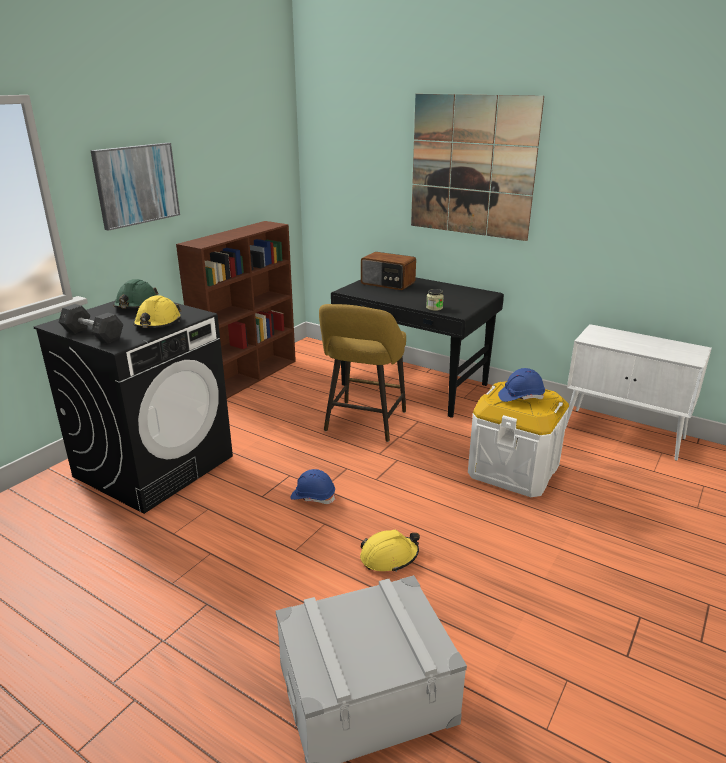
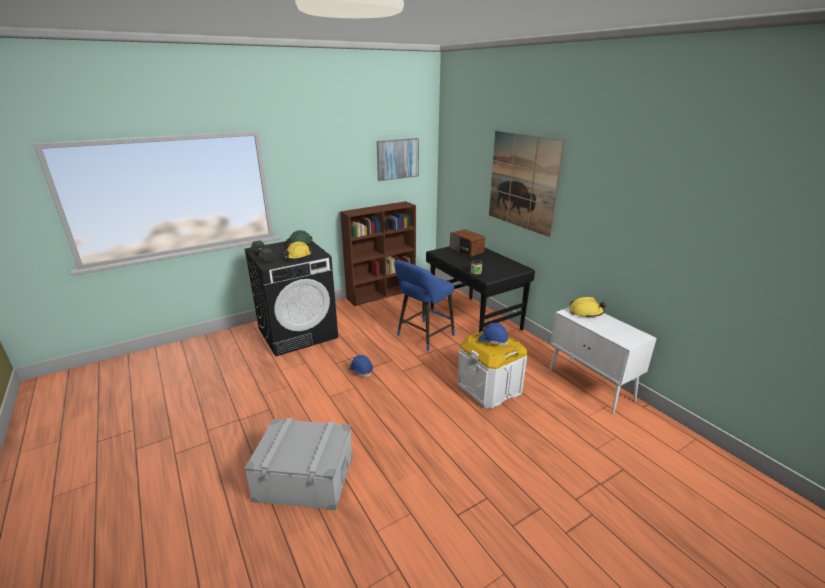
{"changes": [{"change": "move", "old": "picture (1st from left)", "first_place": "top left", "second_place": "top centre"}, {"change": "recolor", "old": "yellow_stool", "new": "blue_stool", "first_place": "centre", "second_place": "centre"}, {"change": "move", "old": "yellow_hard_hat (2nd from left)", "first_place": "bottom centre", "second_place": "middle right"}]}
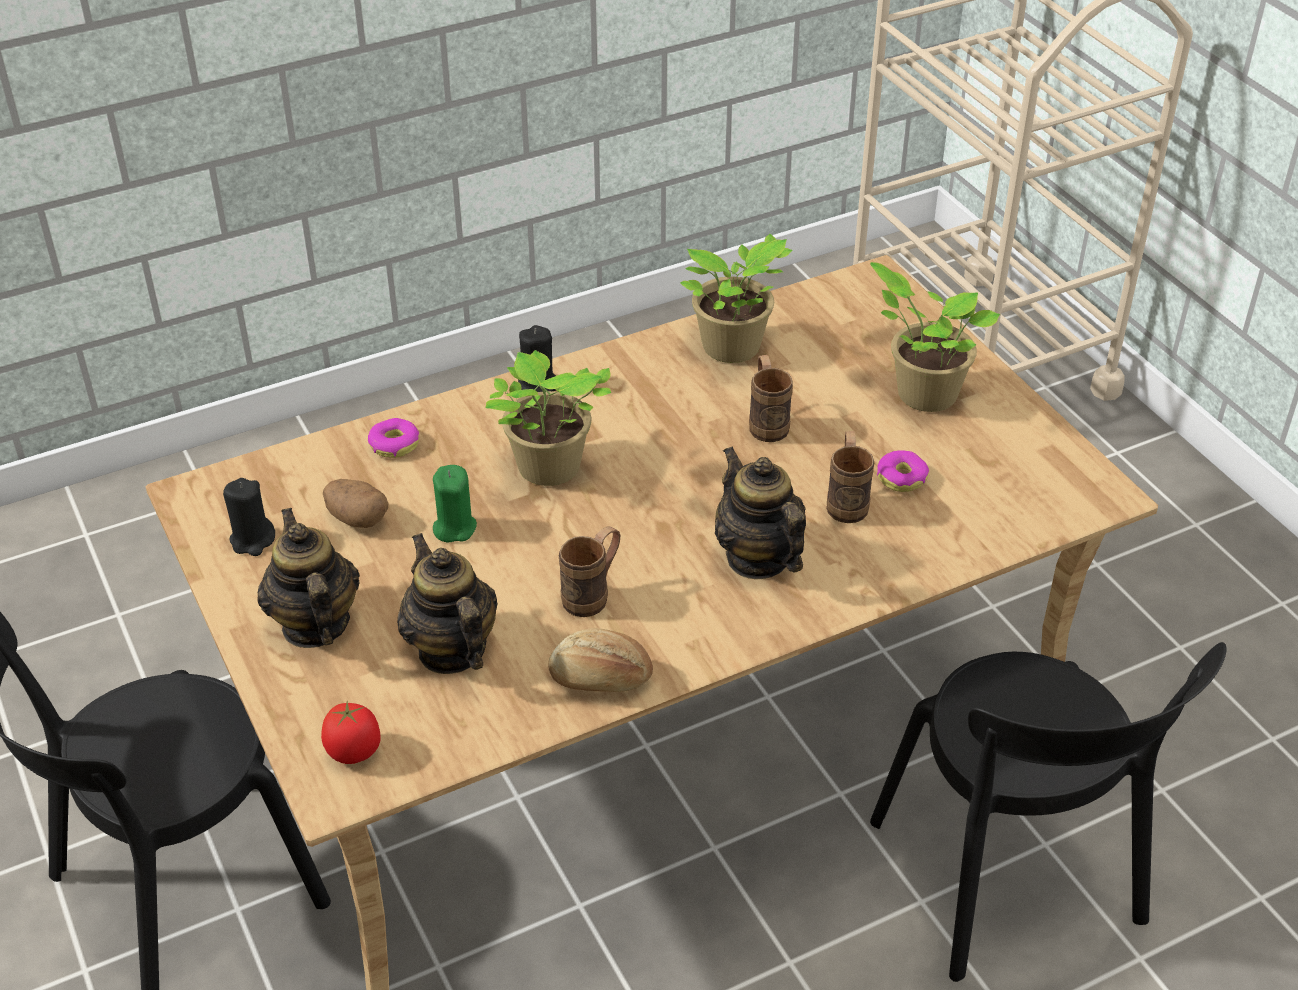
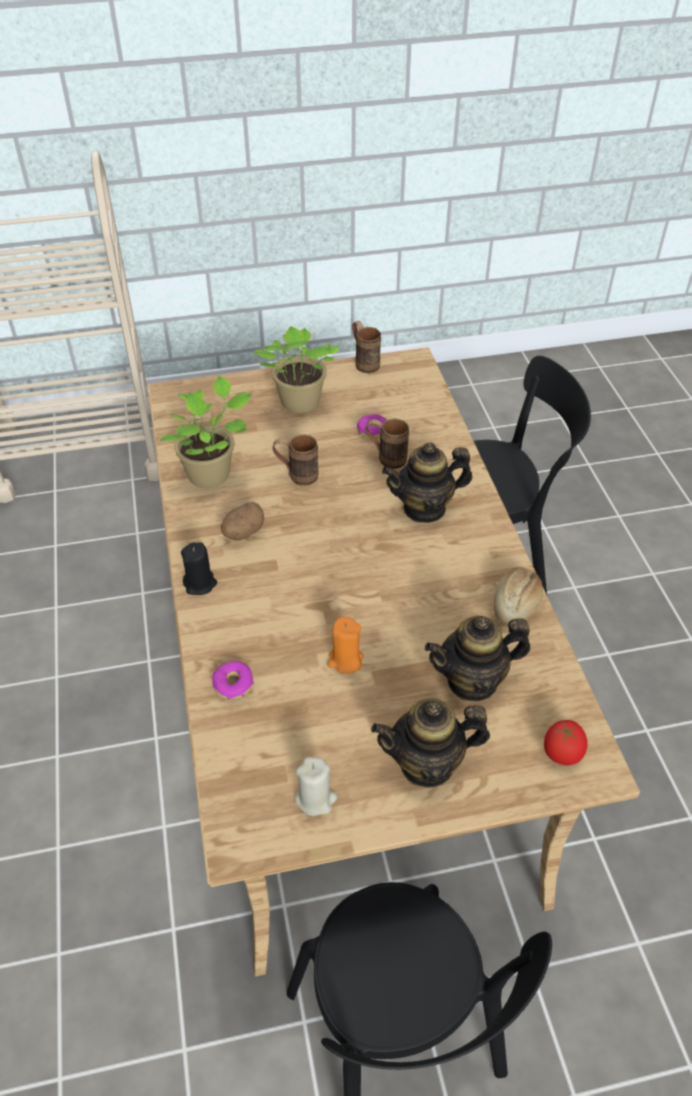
{"changes": [{"change": "delete", "old": "potted_plant (1st from left)", "first_place": "centre"}, {"change": "recolor", "old": "green_candle", "new": "orange_candle", "first_place": "centre", "second_place": "centre"}, {"change": "recolor", "old": "black_candle (1st from left)", "new": "beige_candle", "first_place": "middle left", "second_place": "bottom centre"}, {"change": "move", "old": "potato", "first_place": "middle left", "second_place": "centre"}, {"change": "move", "old": "brown_mug (1st from left in the first image)", "new": "brown_mug (2nd from left)", "first_place": "centre", "second_place": "top centre"}]}
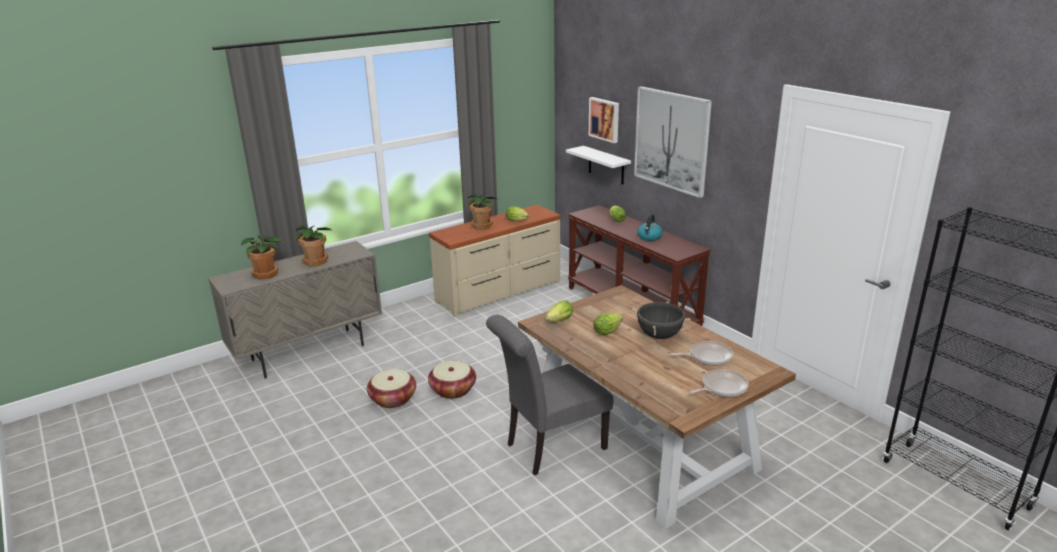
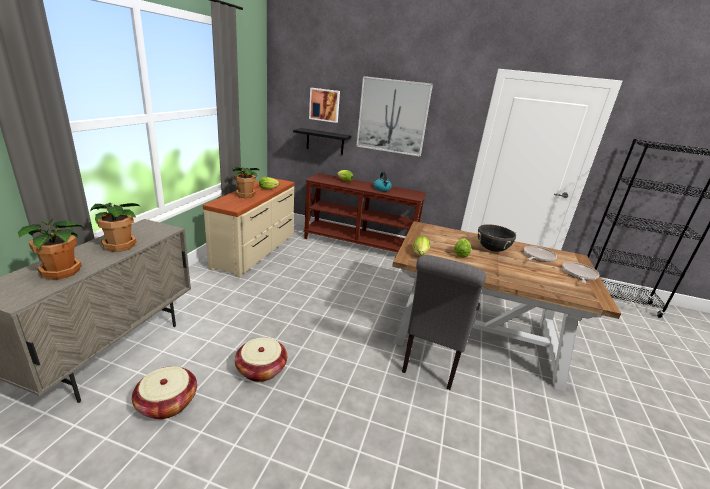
{"changes": [{"change": "recolor", "old": "white_shelf", "new": "black_shelf", "first_place": "top centre", "second_place": "top centre"}, {"change": "move", "old": "basket (2nd from left in the first image)", "new": "basket (1st from left)", "first_place": "bottom centre", "second_place": "bottom left"}]}
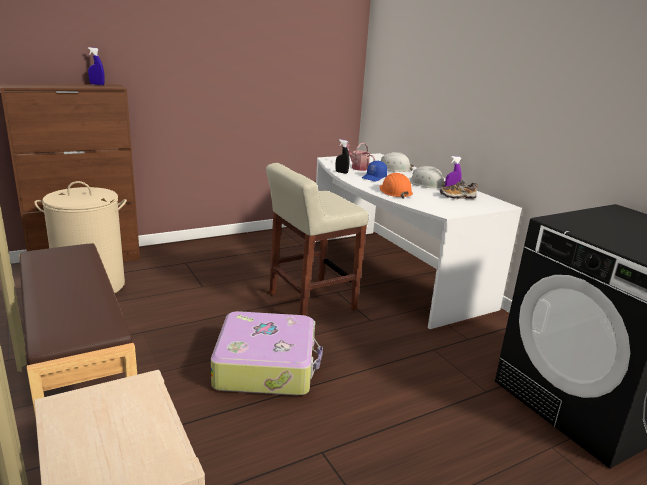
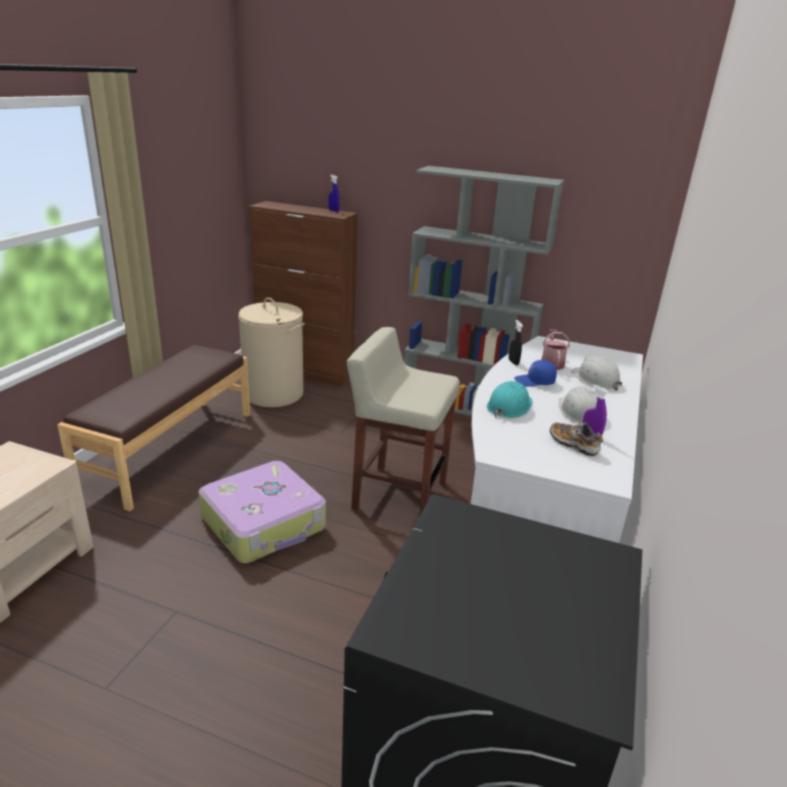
{"changes": [{"change": "recolor", "old": "orange_hard_hat", "new": "turquoise_hard_hat", "first_place": "centre", "second_place": "centre"}, {"change": "insert", "new": "grey_bookcase", "second_place": "centre"}]}
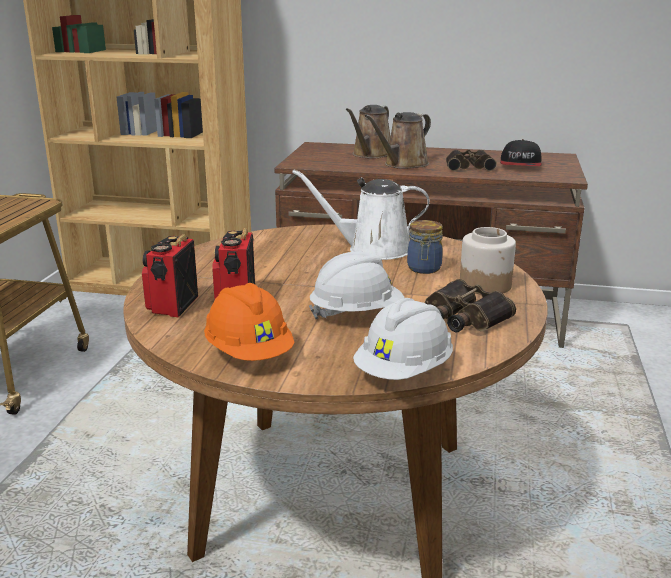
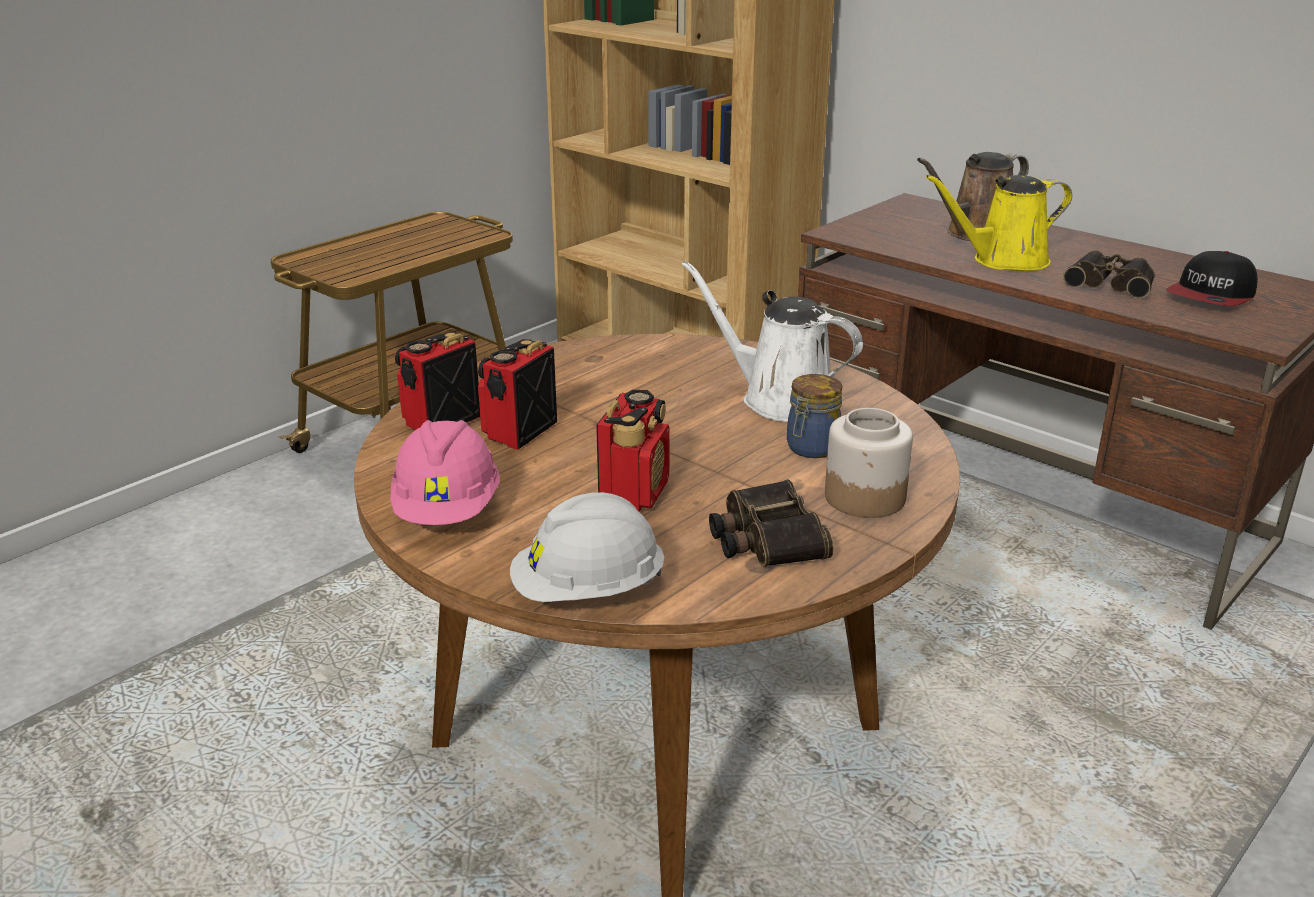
{"changes": [{"change": "recolor", "old": "brown_watering_can (2nd from left)", "new": "yellow_watering_can", "first_place": "top centre", "second_place": "top right"}, {"change": "replace", "old": "white_hard_hat (1st from left)", "new": "radio (3rd from left)", "first_place": "centre", "second_place": "centre"}, {"change": "recolor", "old": "orange_hard_hat", "new": "pink_hard_hat", "first_place": "centre", "second_place": "centre"}]}
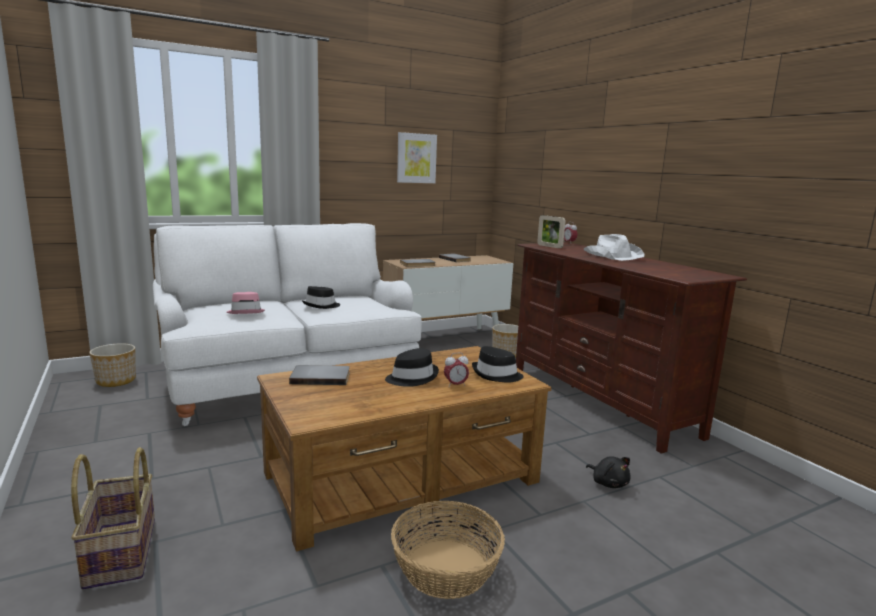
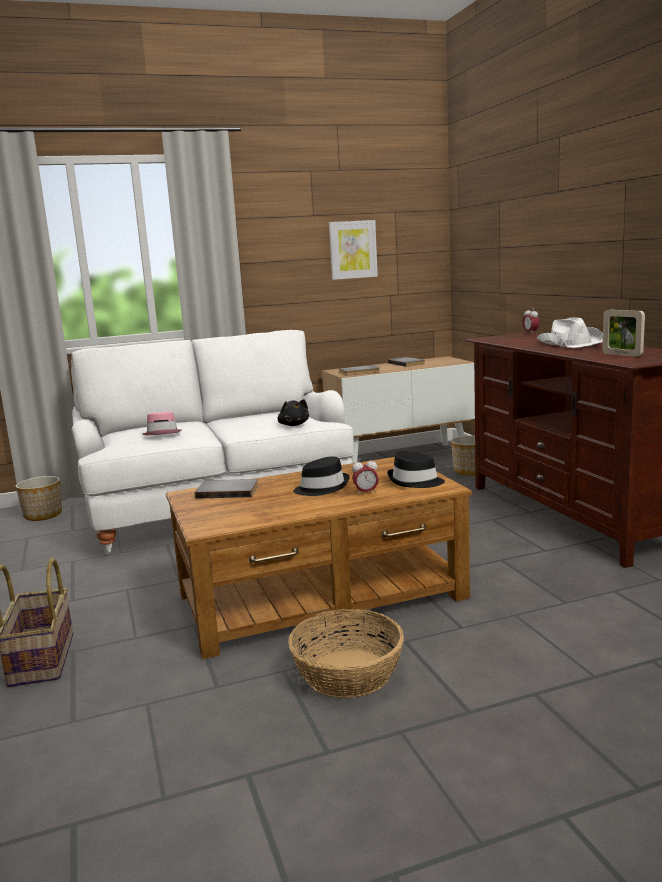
{"changes": [{"change": "move", "old": "picture_frame", "first_place": "centre", "second_place": "middle right"}, {"change": "delete", "old": "black_hat (1st from left)", "first_place": "centre"}, {"change": "move", "old": "black_plush_toy", "first_place": "bottom right", "second_place": "centre"}]}
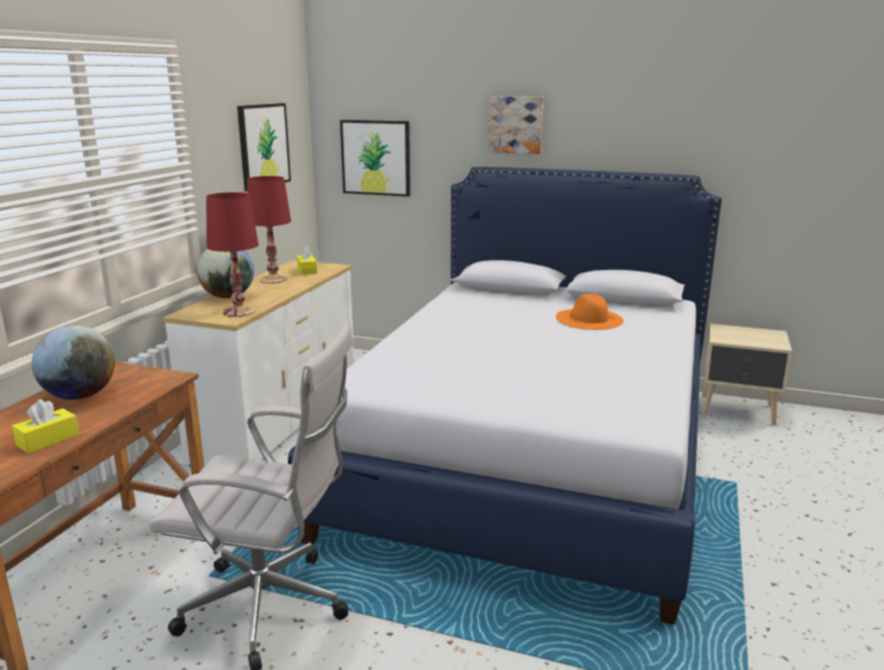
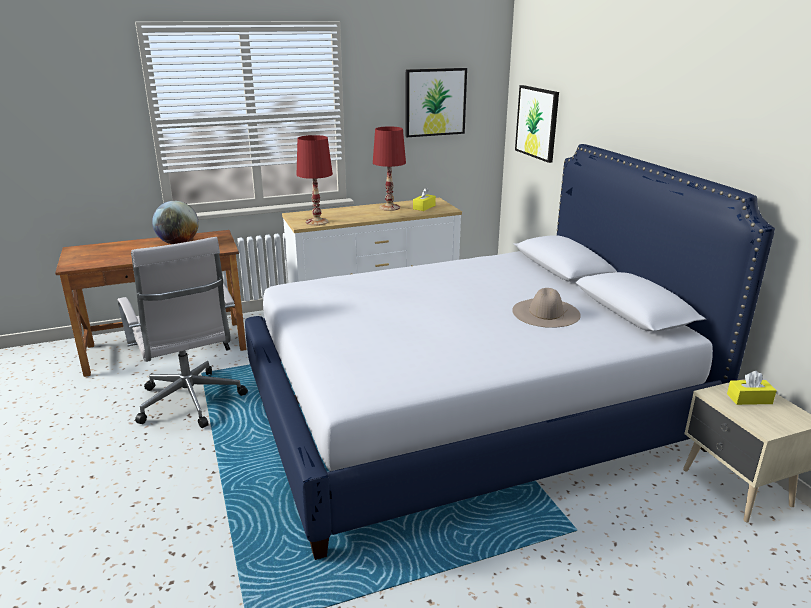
{"changes": [{"change": "delete", "old": "picture (3rd from left)", "first_place": "top centre"}, {"change": "delete", "old": "globe (2nd from left)", "first_place": "middle left"}, {"change": "recolor", "old": "orange_hat", "new": "beige_hat", "first_place": "middle right", "second_place": "middle right"}, {"change": "move", "old": "yellow_tissue_box (1st from left in the first image)", "new": "yellow_tissue_box (2nd from left)", "first_place": "middle left", "second_place": "middle right"}]}
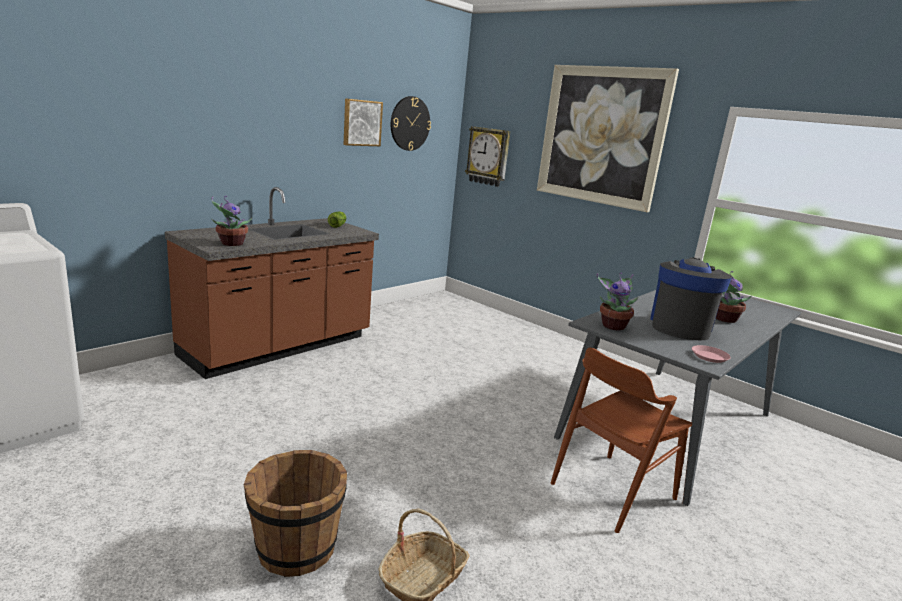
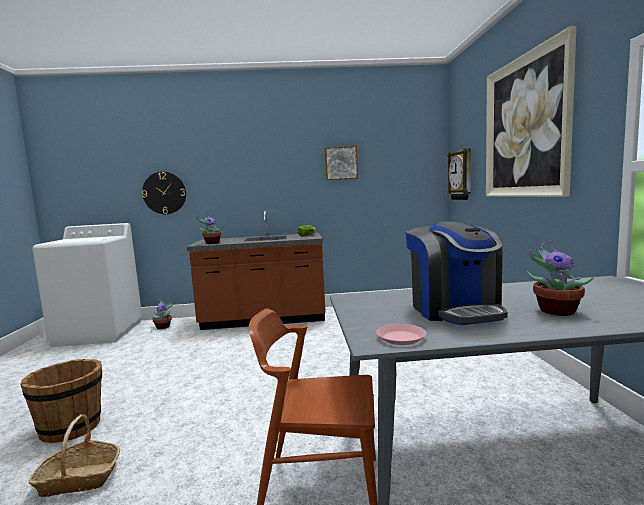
{"changes": [{"change": "move", "old": "wall_clock (1st from left)", "first_place": "top centre", "second_place": "middle left"}, {"change": "rotate", "old": "coffee_machine", "first_place": "middle right", "second_place": "middle right", "degrees": 105}, {"change": "move", "old": "potted_plant (2nd from left in the first image)", "new": "potted_plant (1st from left)", "first_place": "middle right", "second_place": "middle left"}]}
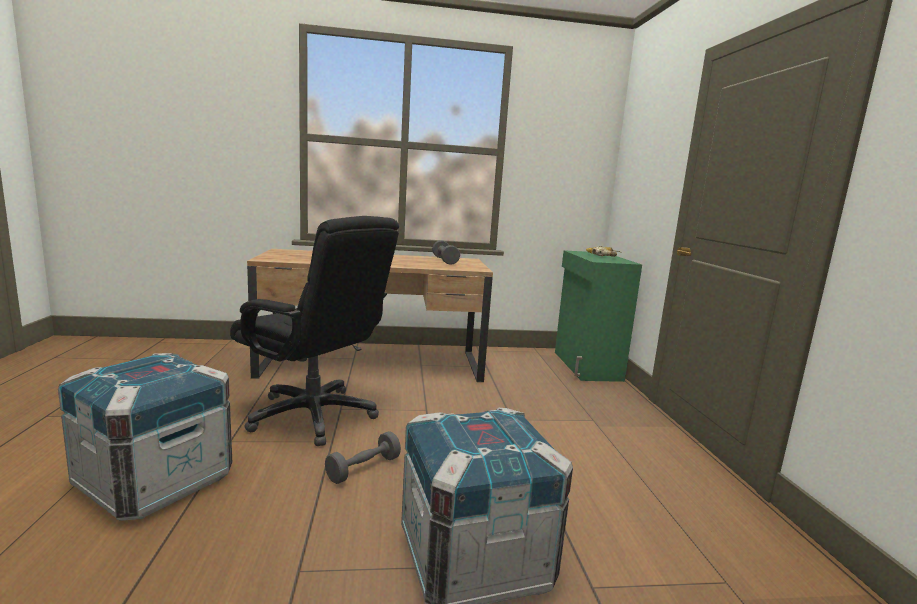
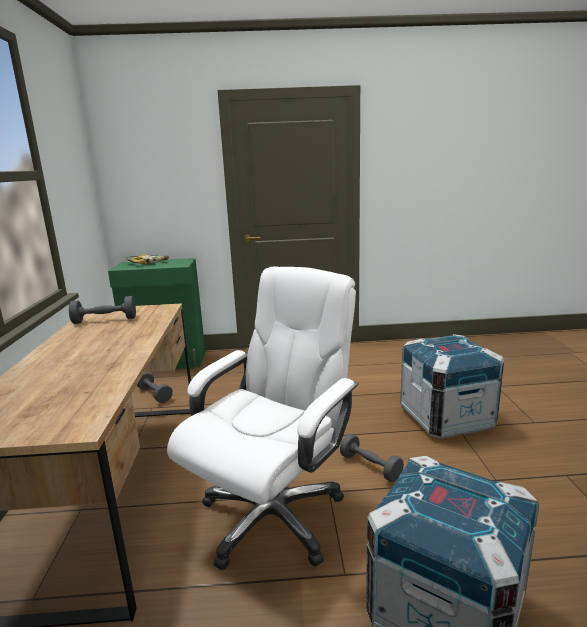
{"changes": [{"change": "recolor", "old": "black_office_chair", "new": "white_office_chair", "first_place": "centre", "second_place": "bottom centre"}, {"change": "insert", "new": "grey_dumbbell (2nd from left)", "second_place": "middle left"}]}
